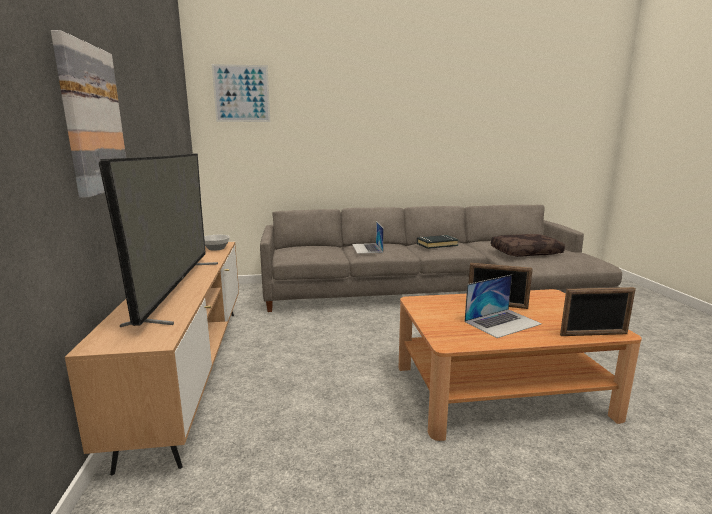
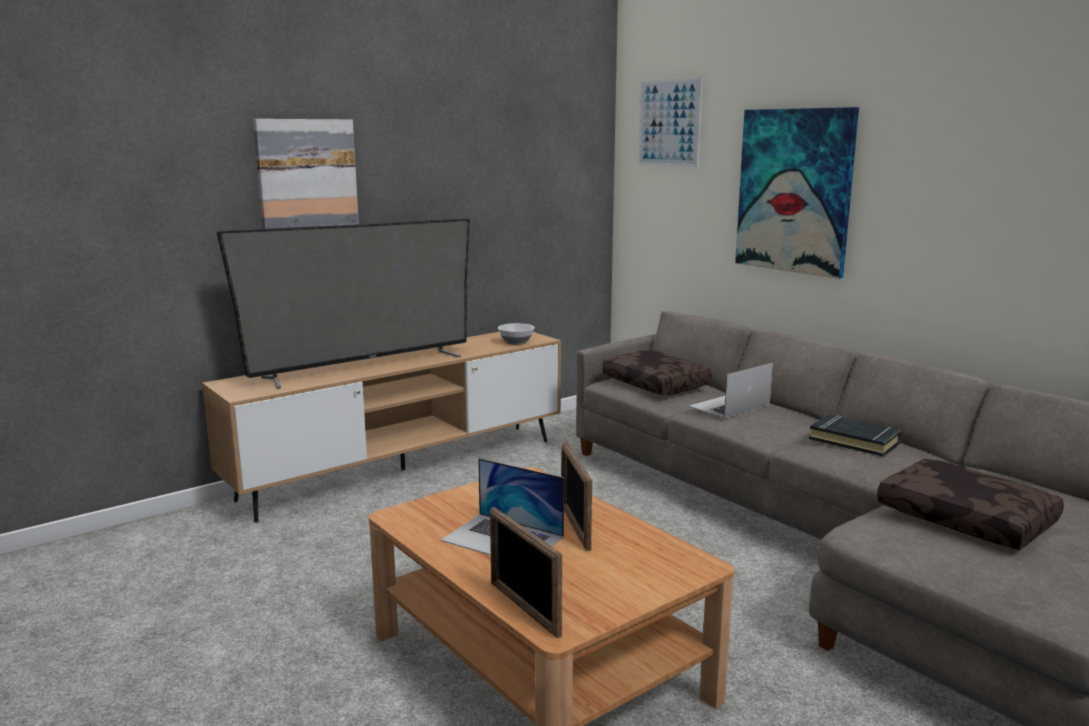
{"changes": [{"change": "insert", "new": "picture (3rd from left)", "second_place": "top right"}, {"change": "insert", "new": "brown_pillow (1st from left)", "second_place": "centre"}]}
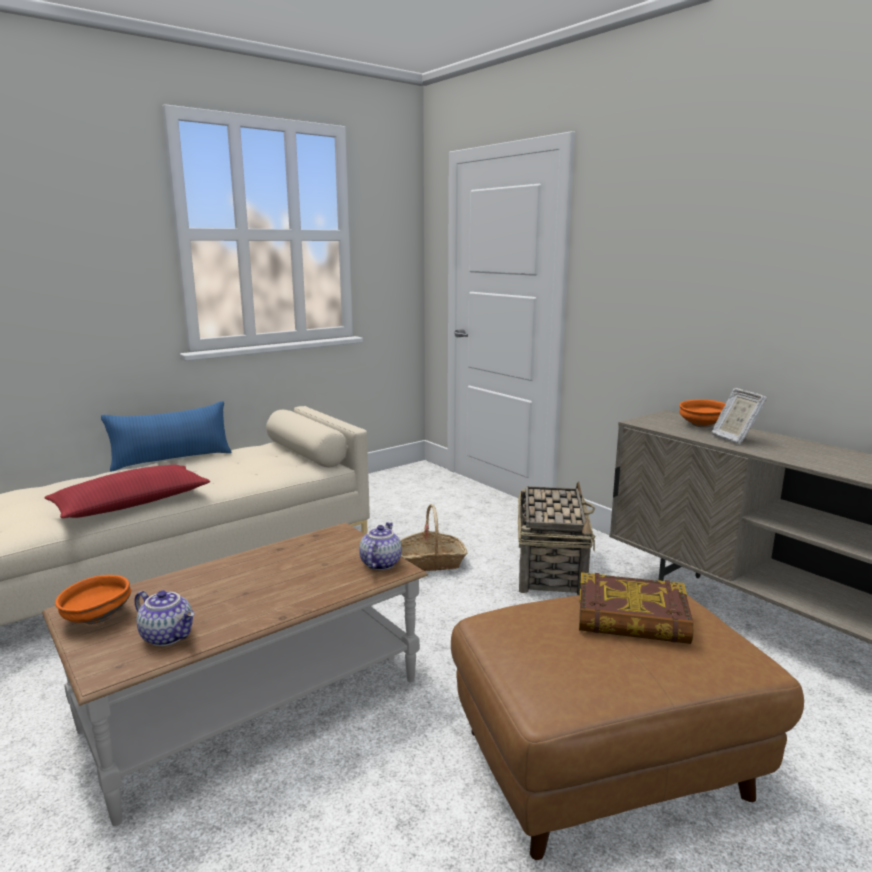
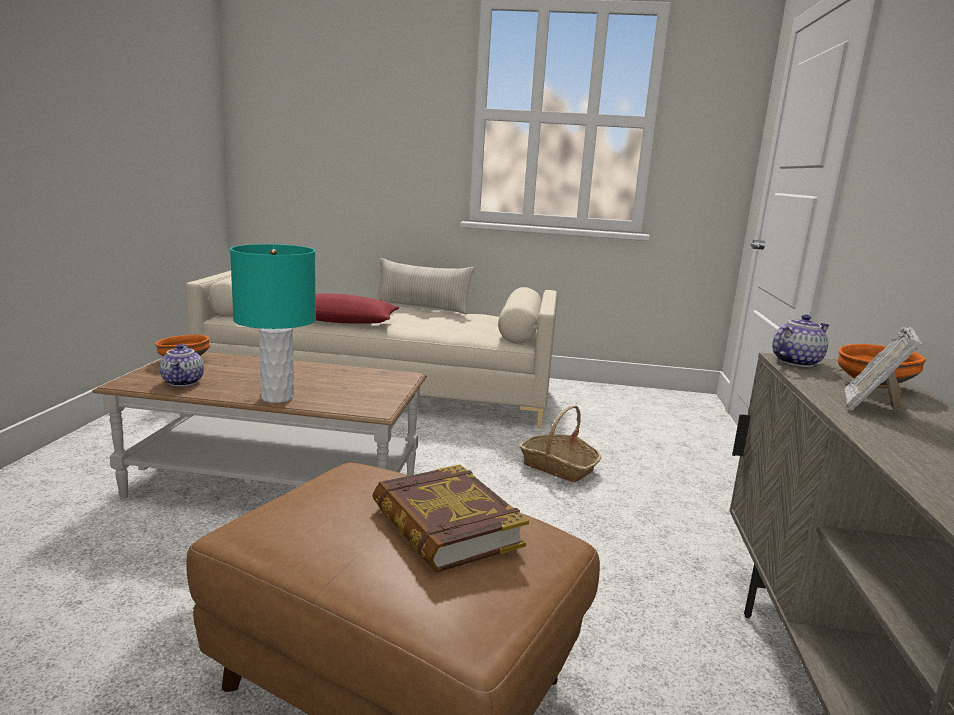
{"changes": [{"change": "recolor", "old": "blue_pillow", "new": "beige_pillow", "first_place": "middle left", "second_place": "centre"}, {"change": "delete", "old": "basket (2nd from left)", "first_place": "centre"}, {"change": "move", "old": "teapot (2nd from left)", "first_place": "centre", "second_place": "middle right"}, {"change": "insert", "new": "turquoise_table_lamp", "second_place": "middle left"}]}
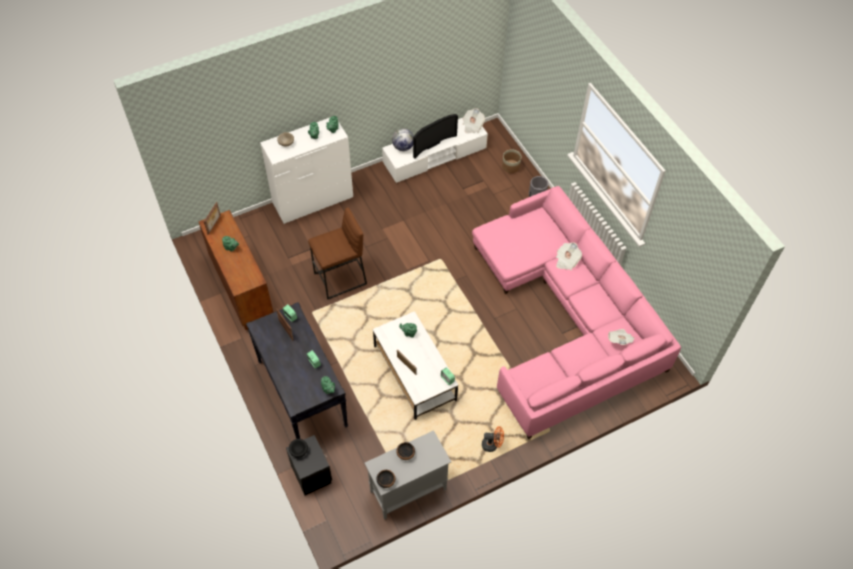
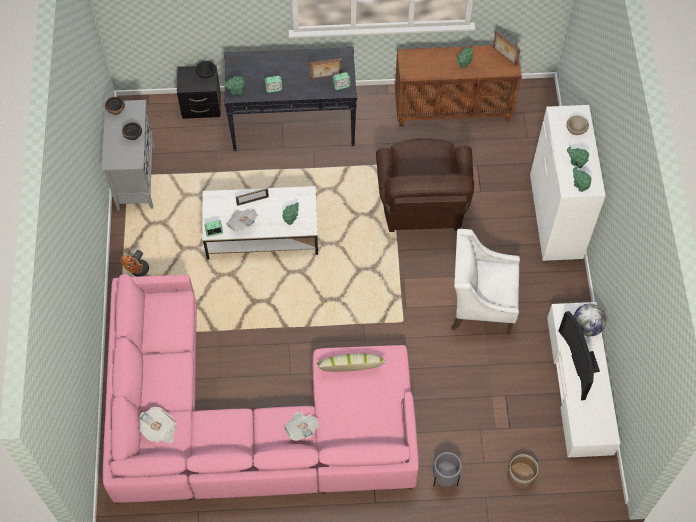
{"changes": [{"change": "move", "old": "newspaper (1st from left in the first image)", "new": "newspaper (2nd from left)", "first_place": "top centre", "second_place": "centre"}, {"change": "replace", "old": "brown_stool", "new": "brown_armchair", "first_place": "centre", "second_place": "centre"}, {"change": "insert", "new": "white_armchair", "second_place": "middle right"}, {"change": "insert", "new": "pillow", "second_place": "bottom centre"}]}
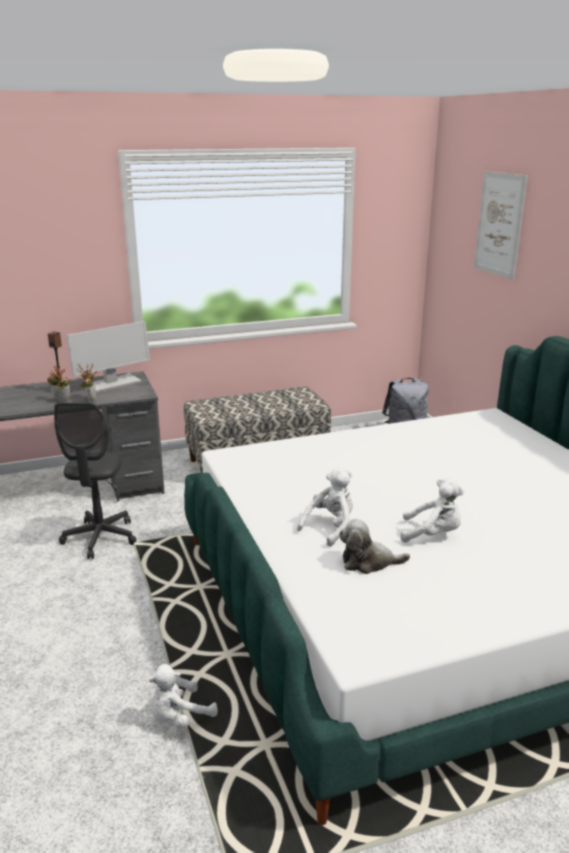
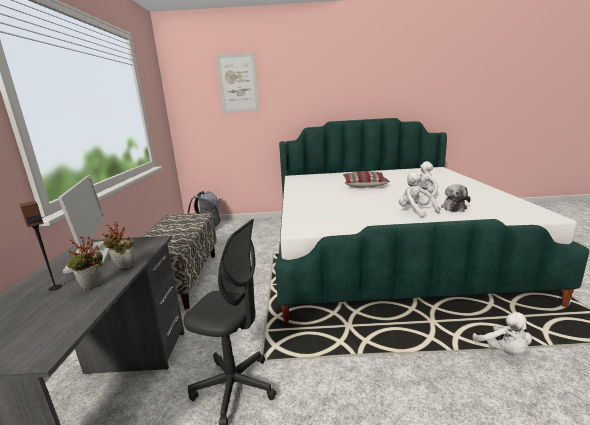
{"changes": [{"change": "insert", "new": "pillow", "second_place": "centre"}]}
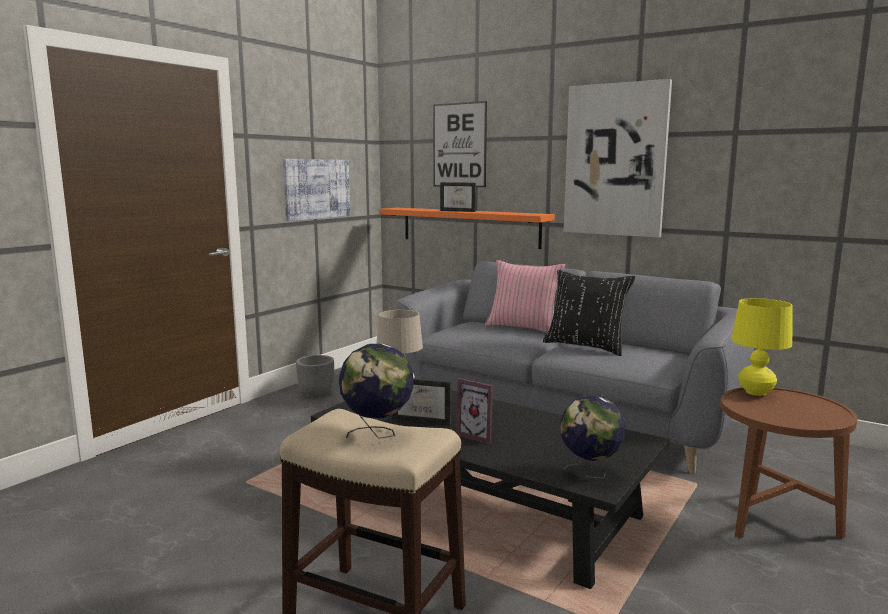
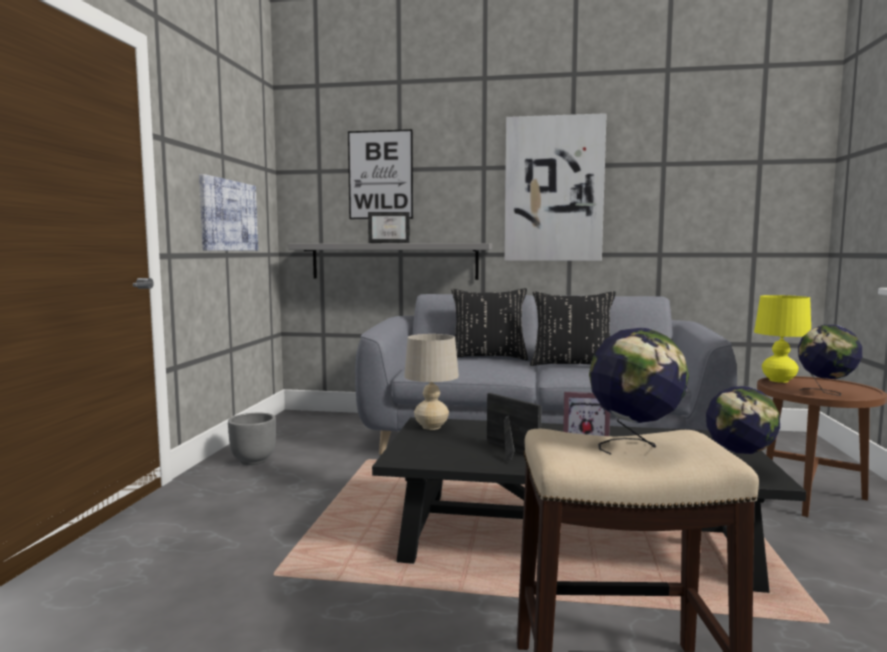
{"changes": [{"change": "recolor", "old": "orange_shelf", "new": "grey_shelf", "first_place": "centre", "second_place": "centre"}, {"change": "recolor", "old": "pink_pillow", "new": "black_pillow (1st from left)", "first_place": "centre", "second_place": "centre"}, {"change": "rotate", "old": "picture_frame (1st from left in the first image)", "first_place": "centre", "second_place": "centre", "degrees": -120}, {"change": "insert", "new": "globe (3rd from left)", "second_place": "middle right"}]}
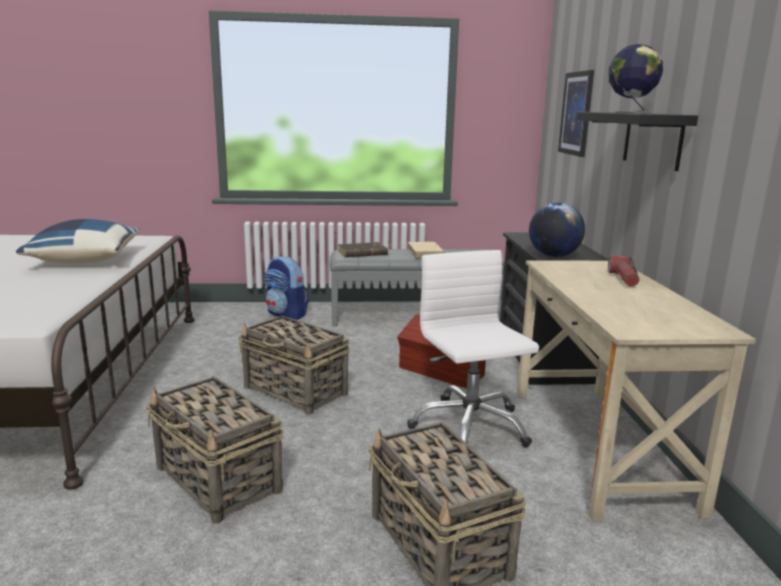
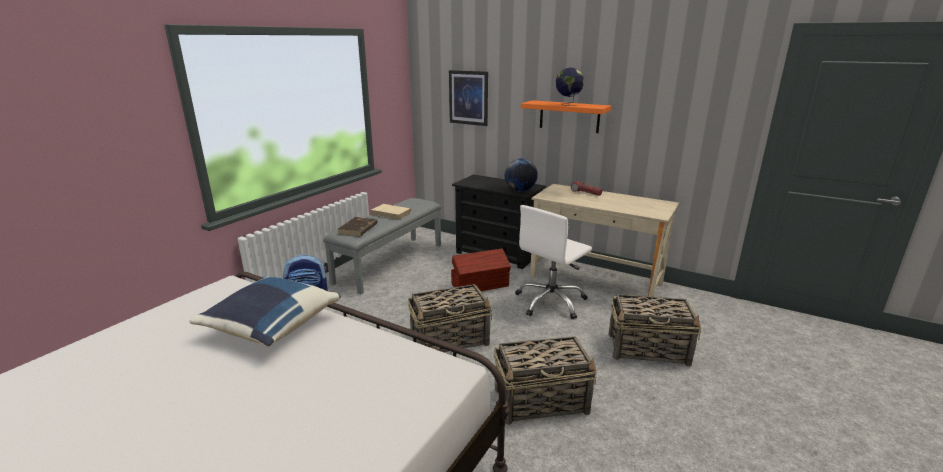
{"changes": [{"change": "recolor", "old": "black_shelf", "new": "orange_shelf", "first_place": "top right", "second_place": "top centre"}, {"change": "rotate", "old": "white_office_chair", "first_place": "centre", "second_place": "centre", "degrees": -60}]}
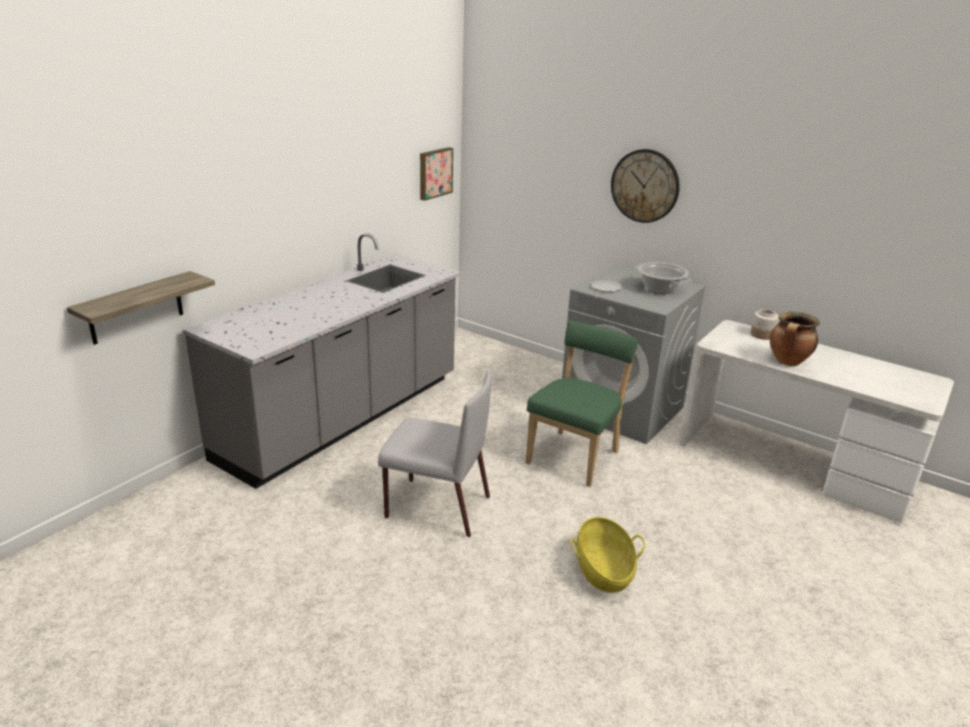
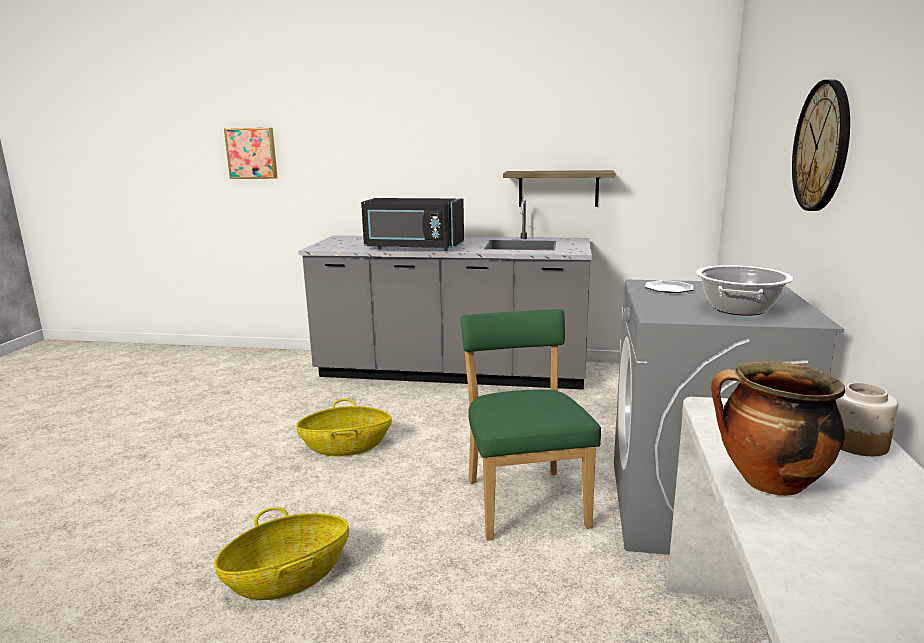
{"changes": [{"change": "move", "old": "picture", "first_place": "top centre", "second_place": "top left"}, {"change": "move", "old": "shelf", "first_place": "middle left", "second_place": "top centre"}, {"change": "rotate", "old": "green_chair", "first_place": "centre", "second_place": "centre", "degrees": -105}, {"change": "replace", "old": "grey_chair", "new": "basket (2nd from left)", "first_place": "centre", "second_place": "centre"}, {"change": "insert", "new": "black_microwave", "second_place": "centre"}]}
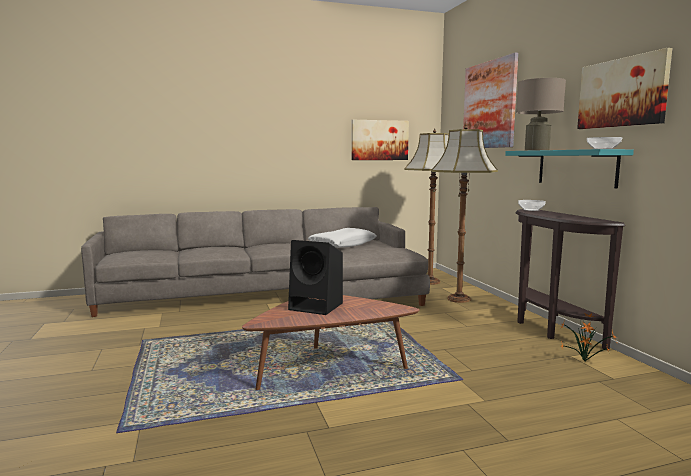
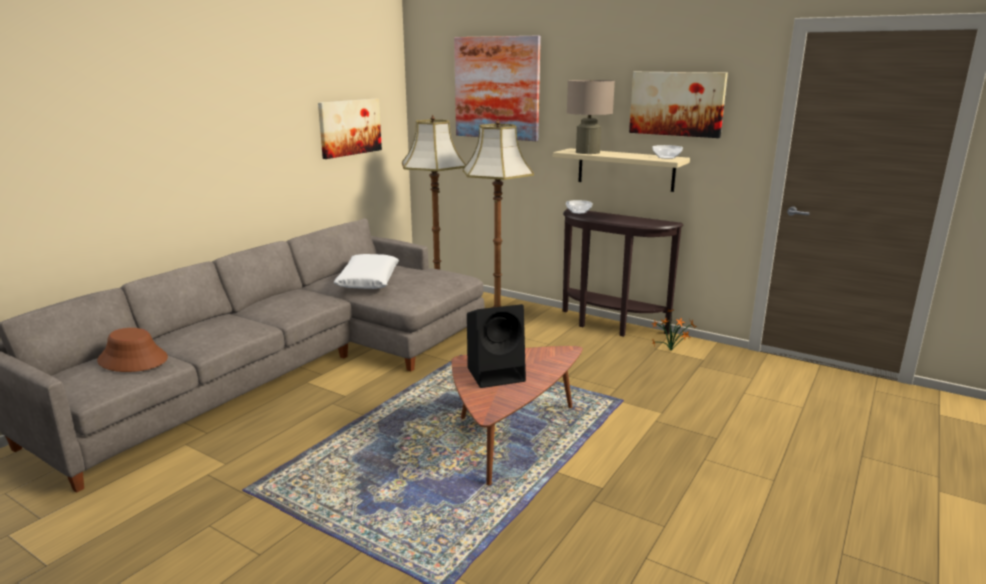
{"changes": [{"change": "recolor", "old": "turquoise_shelf", "new": "beige_shelf", "first_place": "middle right", "second_place": "top centre"}, {"change": "insert", "new": "brown_hat", "second_place": "middle left"}]}
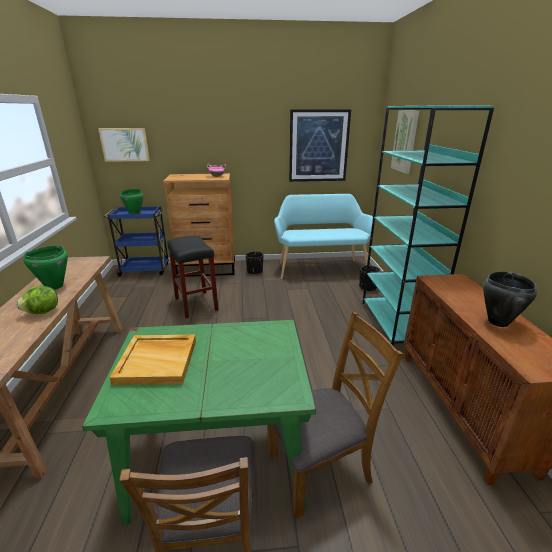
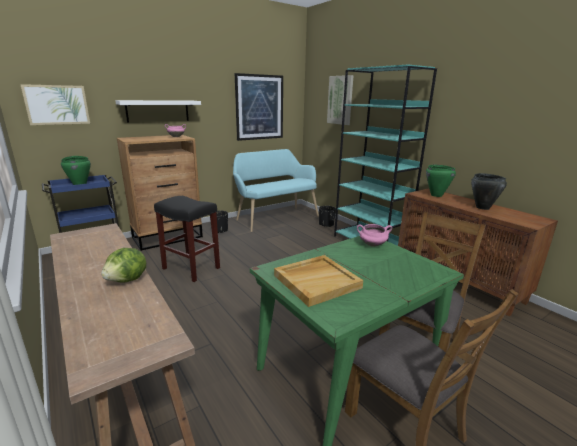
{"changes": [{"change": "move", "old": "green_cooking_pot (1st from left in the first image)", "new": "green_cooking_pot (2nd from left)", "first_place": "middle left", "second_place": "middle right"}, {"change": "insert", "new": "white_shelf", "second_place": "top left"}, {"change": "insert", "new": "pink_cooking_pot (2nd from left)", "second_place": "centre"}]}
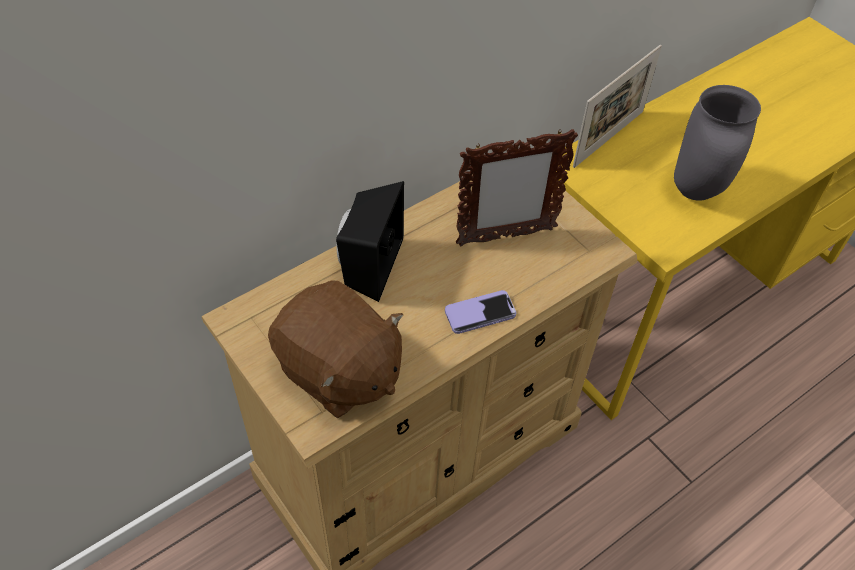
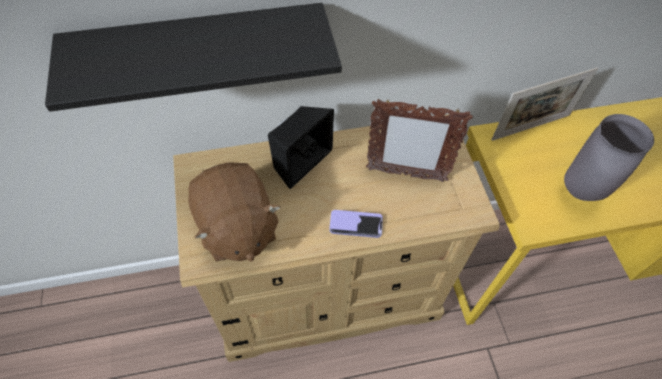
{"changes": [{"change": "insert", "new": "black_shelf", "second_place": "top left"}]}
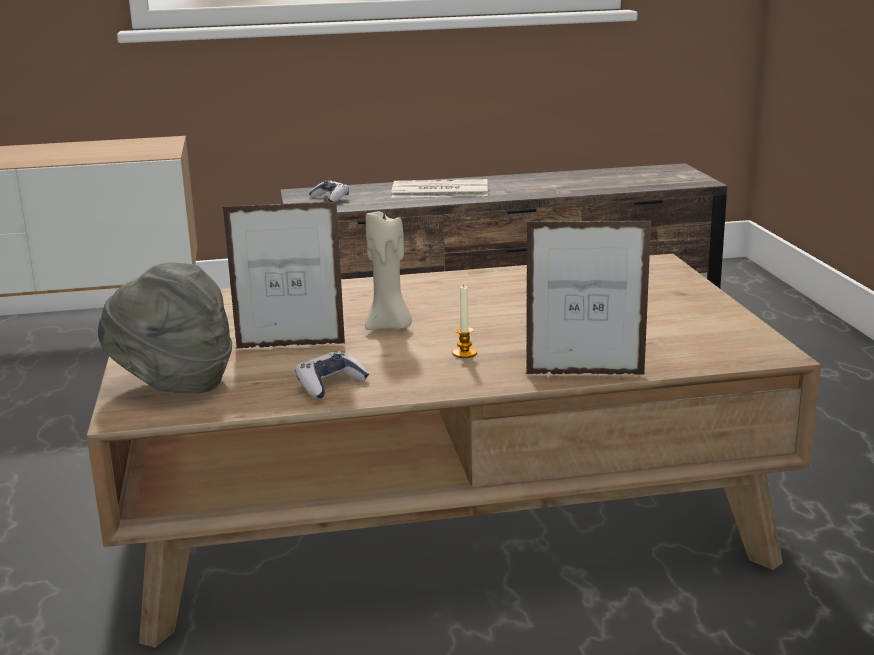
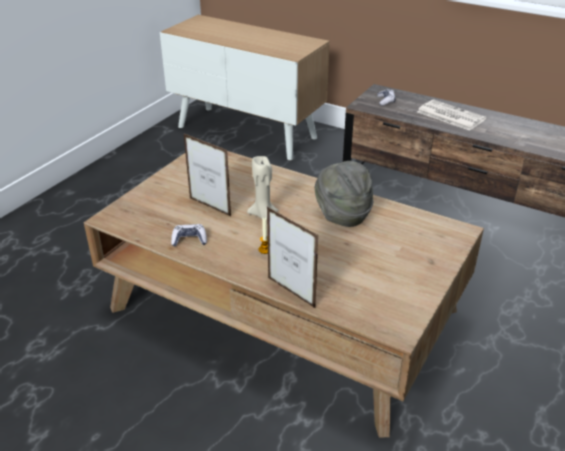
{"changes": [{"change": "move", "old": "grey_hat", "first_place": "middle left", "second_place": "centre"}]}
